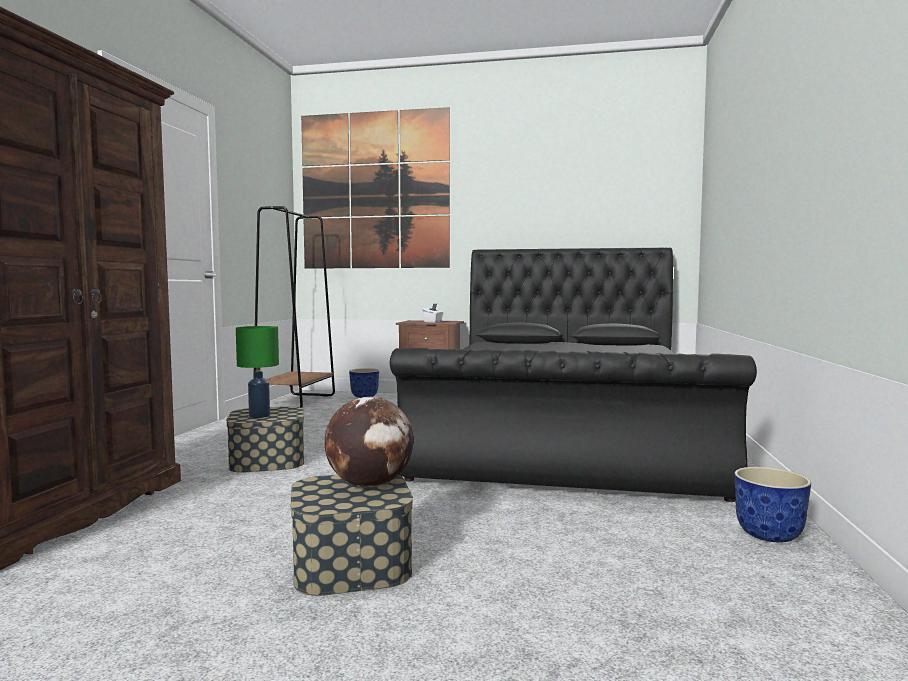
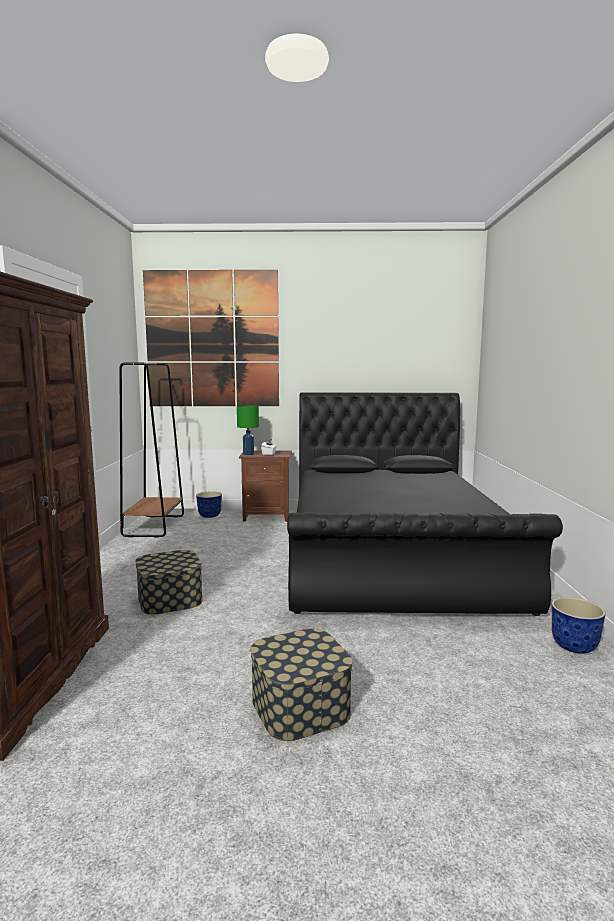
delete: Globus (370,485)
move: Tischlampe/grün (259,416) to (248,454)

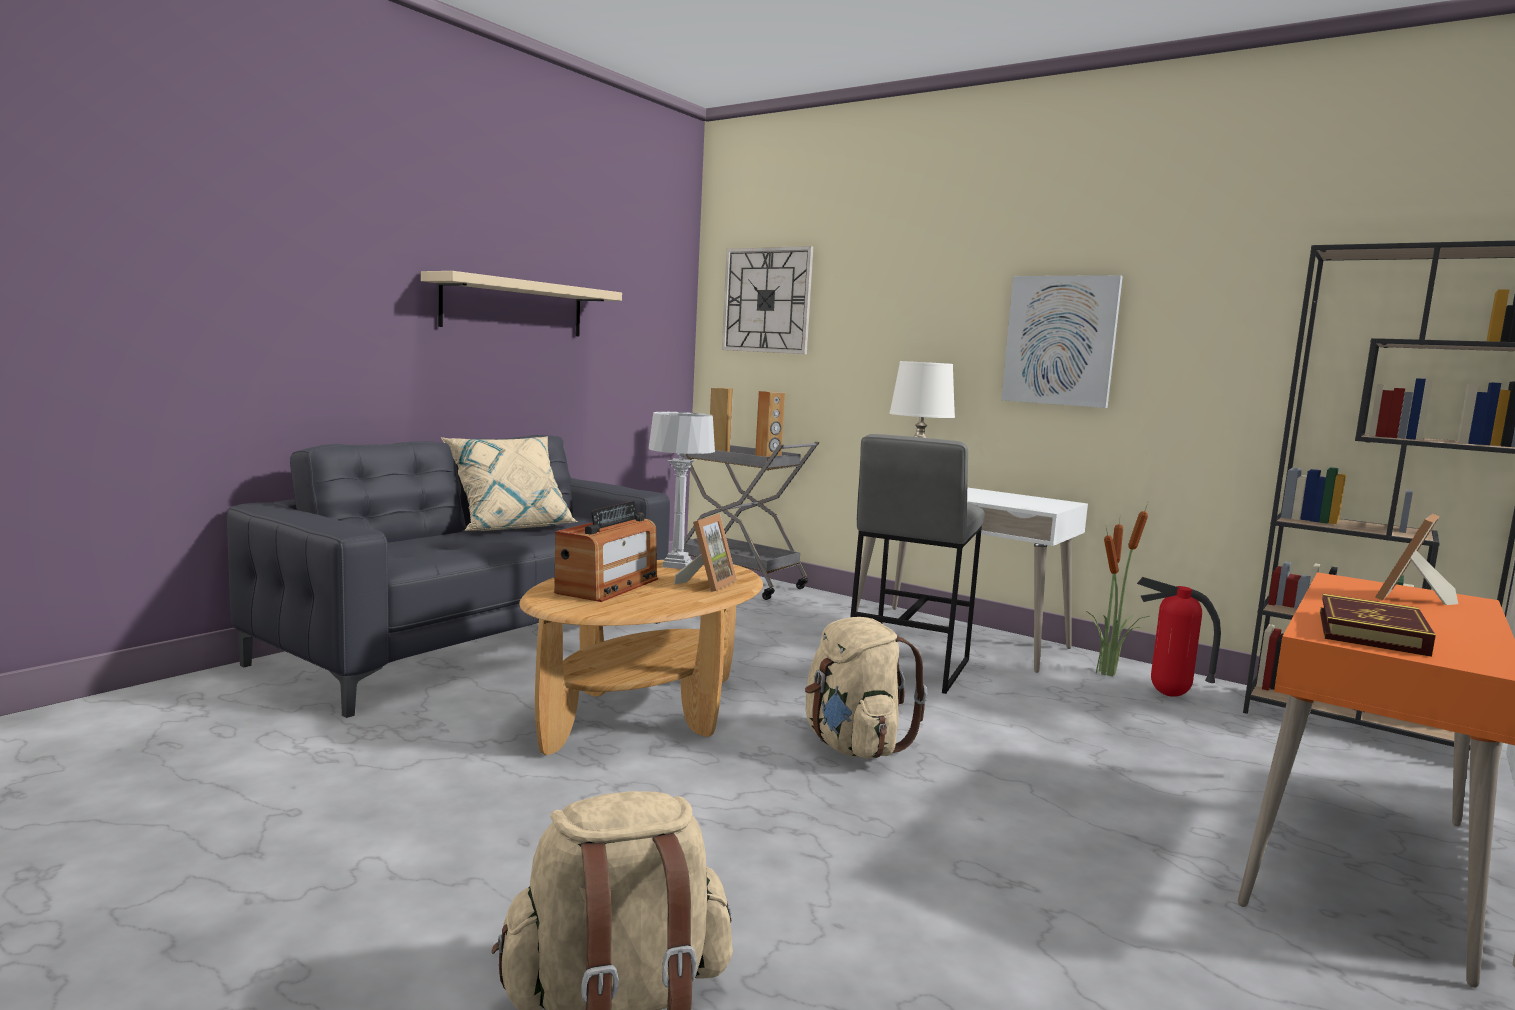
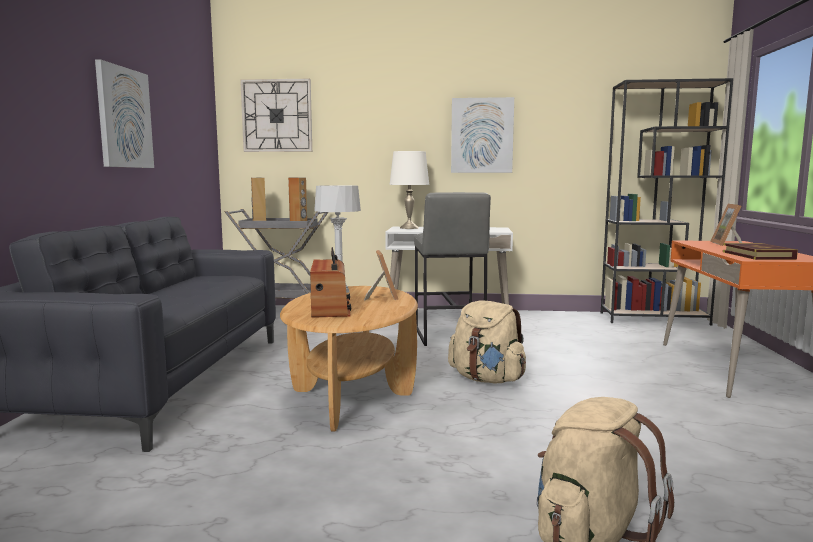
delete: Kissen/beige (510,527); Topfpflanze (1108,673); Feuerlöscher (1169,695)
replace: Wandregal/beige (513,307) to Bild (124,118)

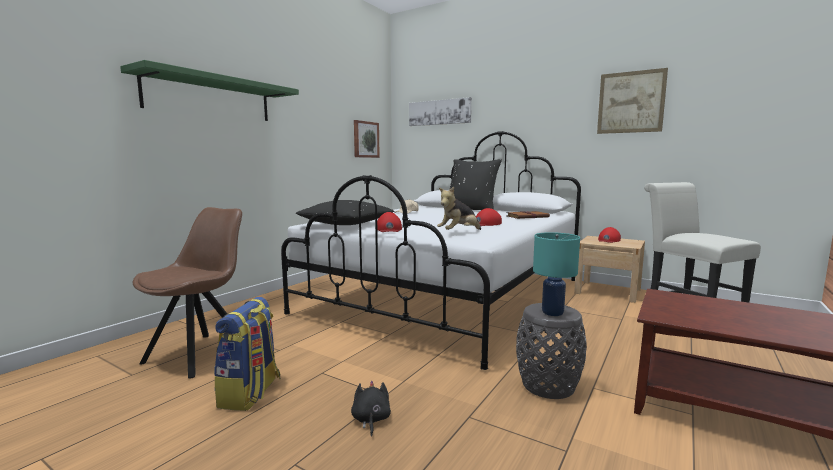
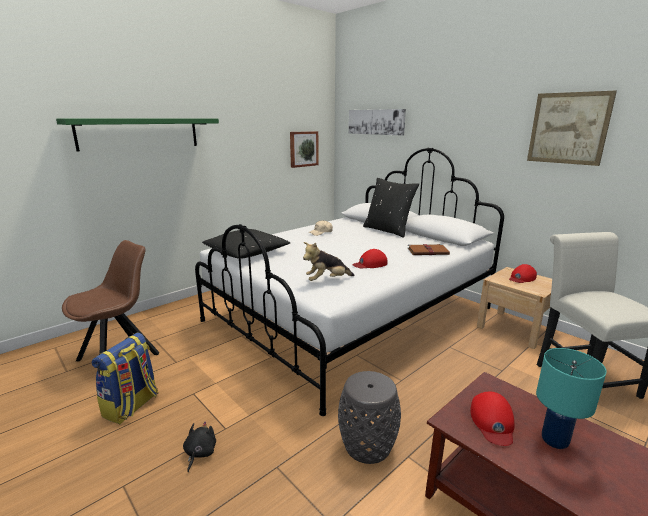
move: Kappe/rot (389,229) to (492,422); Tischlampe/türkis (551,312) to (553,440)

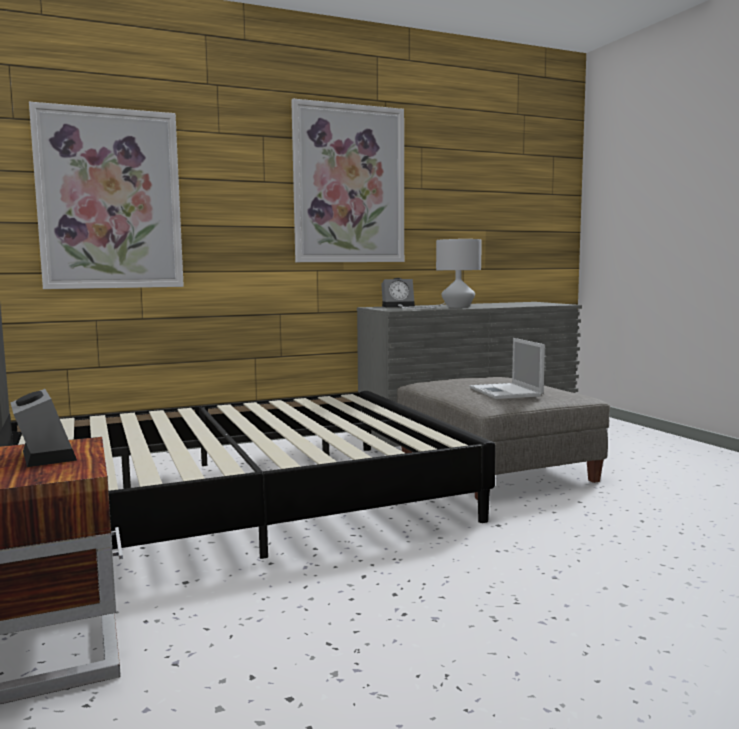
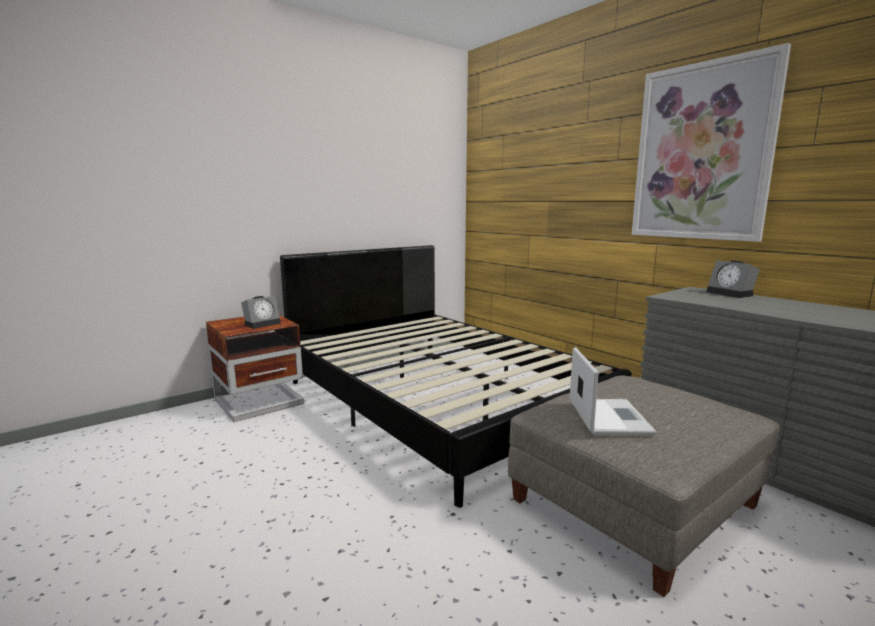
delete: Bild (110,200); Tischlampe/weiß (442,307)
rotate: Laptop (506,392) = (608,416) 120 degrees clockwise

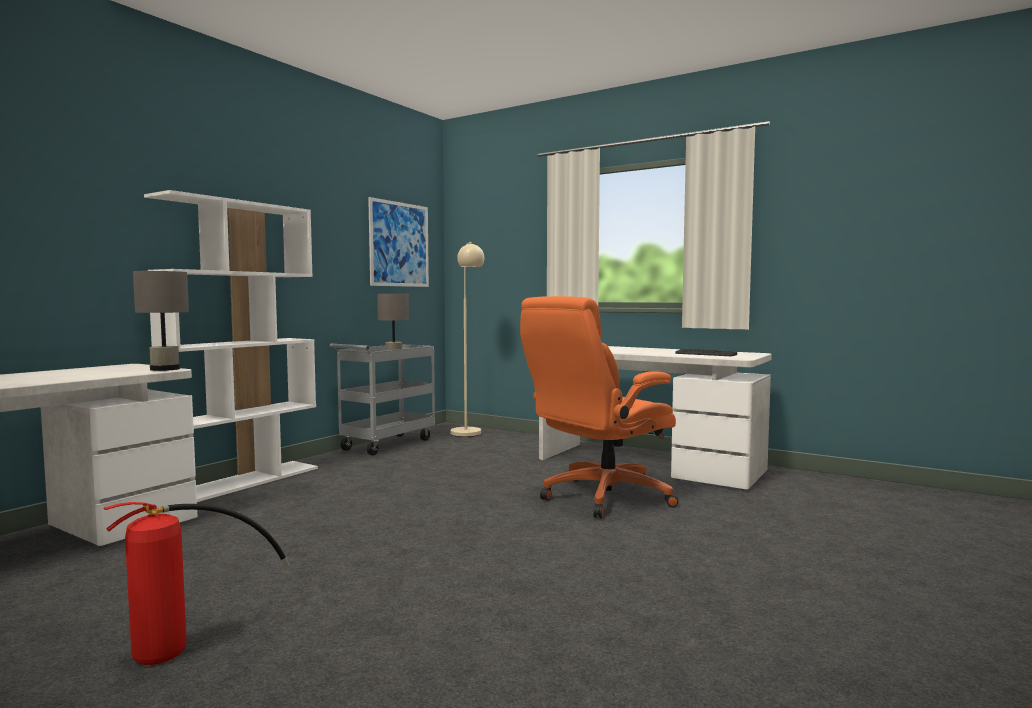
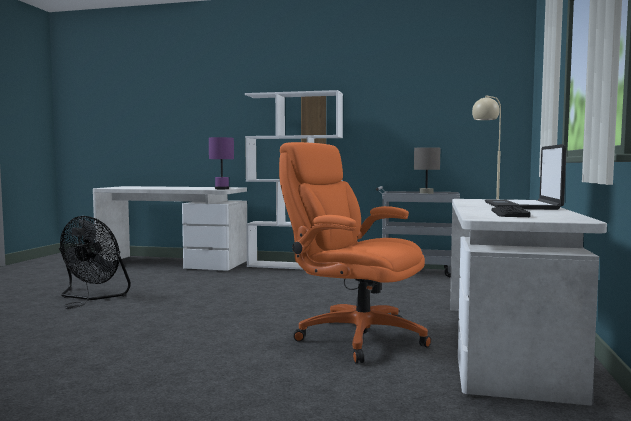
delete: Bild (399,244)
insert: Laptop (522,206)
replace: Feuerlöscher (190,642) to Ventilator/schwarz (87,296)
recolor: Tischlampe/grau (164,369) to Tischlampe/lila (222,189)

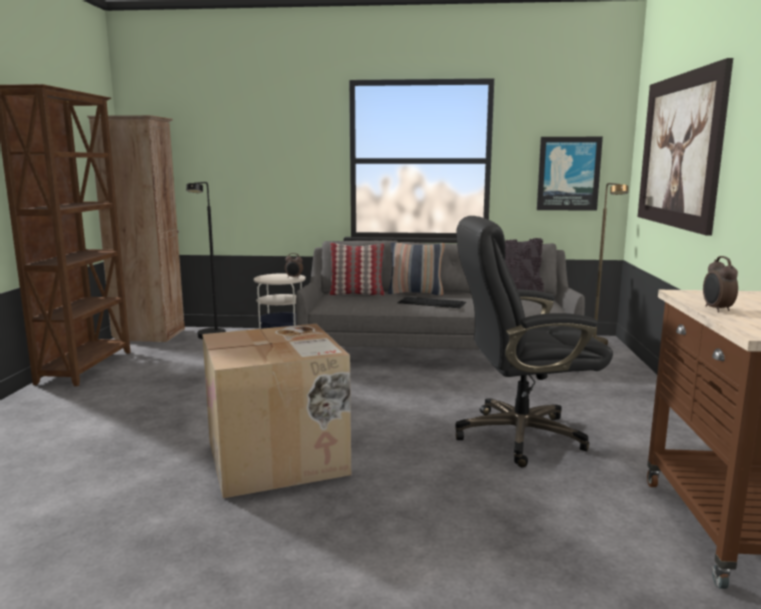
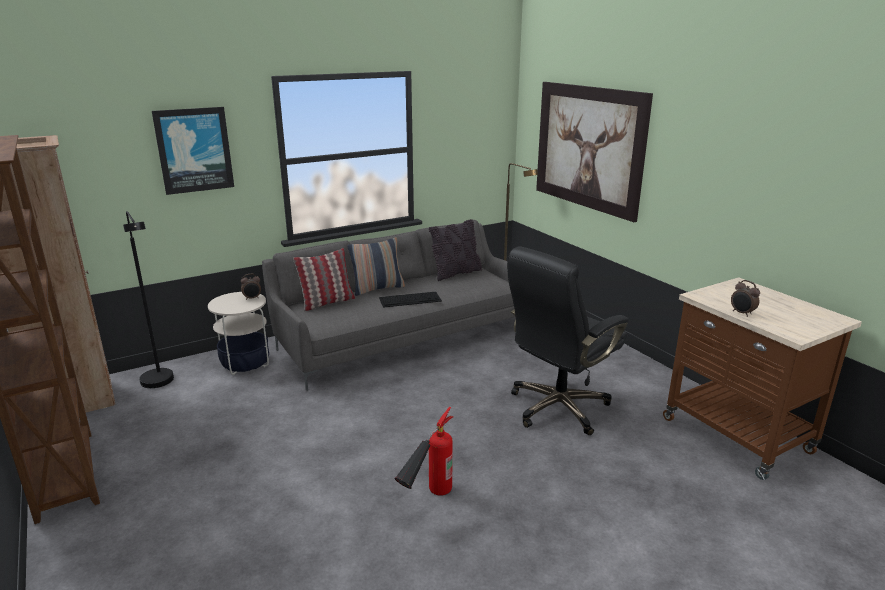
move: Bild (568,173) to (194,150)
replace: Karton (279,458) to Feuerlöscher (427,500)

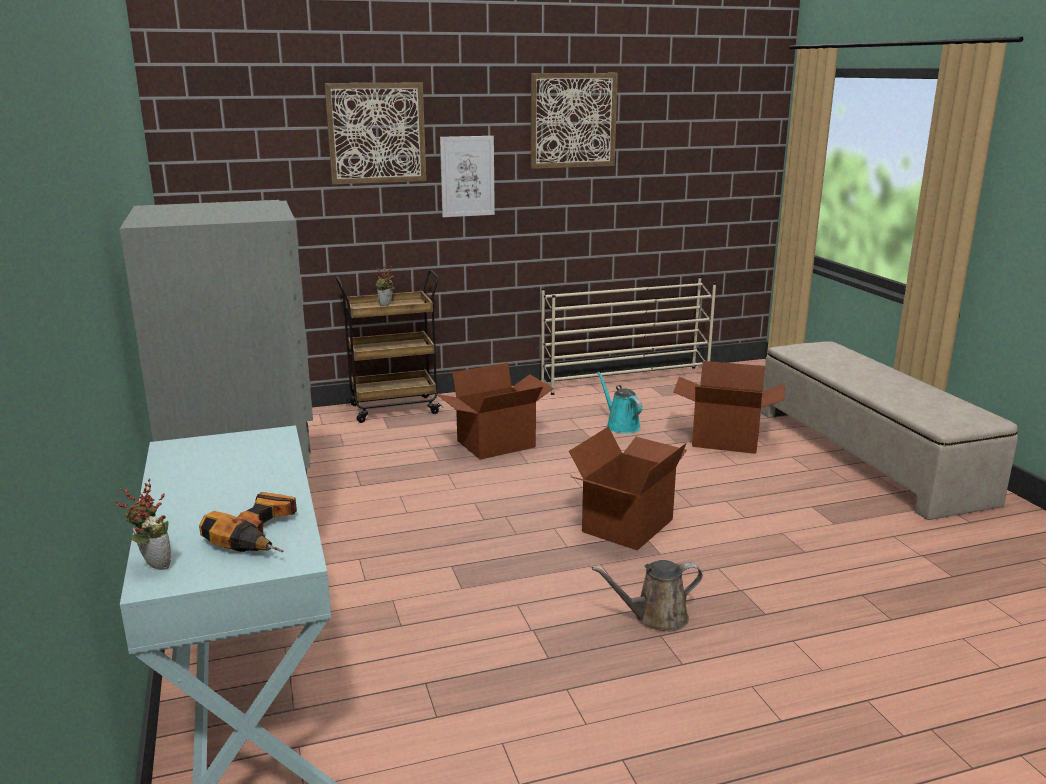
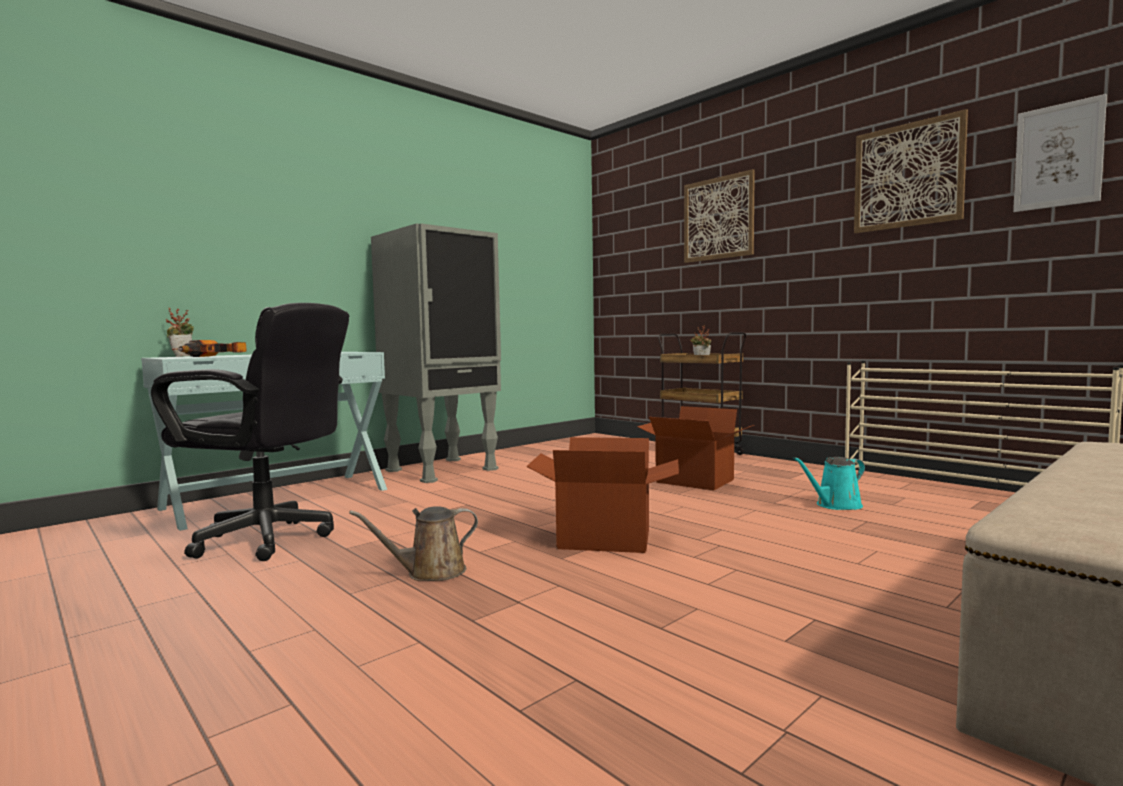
delete: Karton (725,441)
insert: Bürostuhl/schwarz (271,541)
move: Bild (467,176) to (1058,156)
rotate: Gießkanne/braun (655,617) = (430,572) 75 degrees counterclockwise; Gießkanne/türkis (621,425) = (835,505) 150 degrees counterclockwise

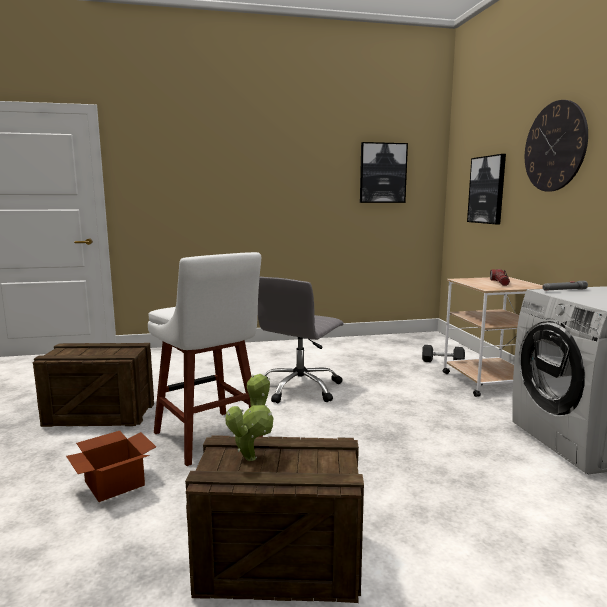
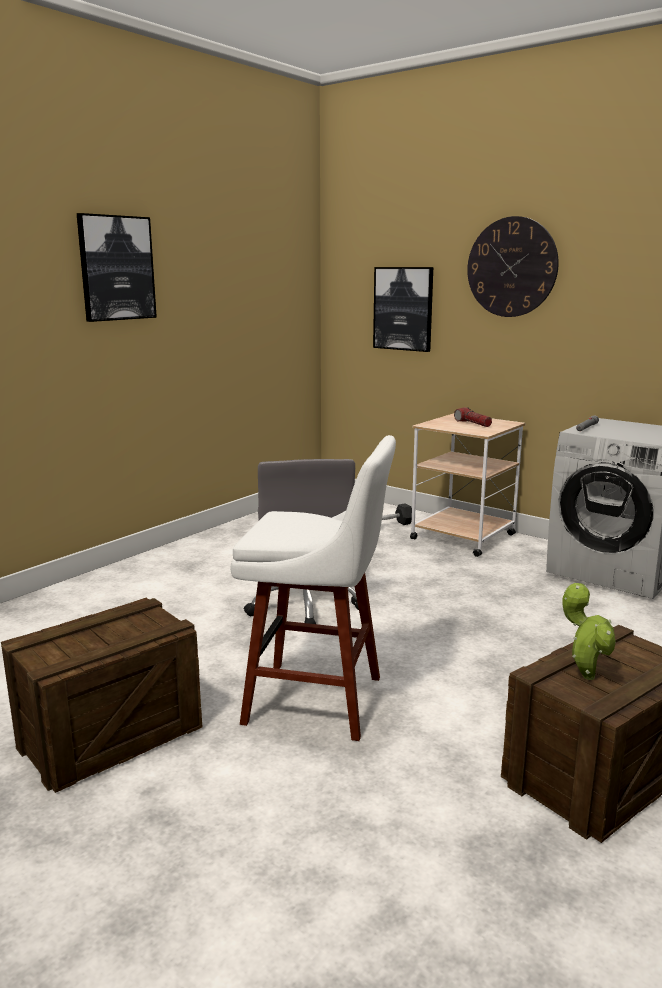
delete: Karton (115,482)
move: Bild (382,173) to (116,268)

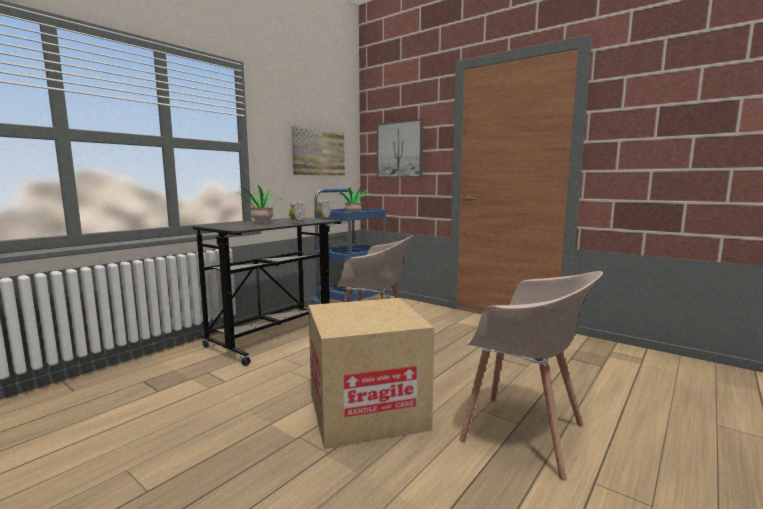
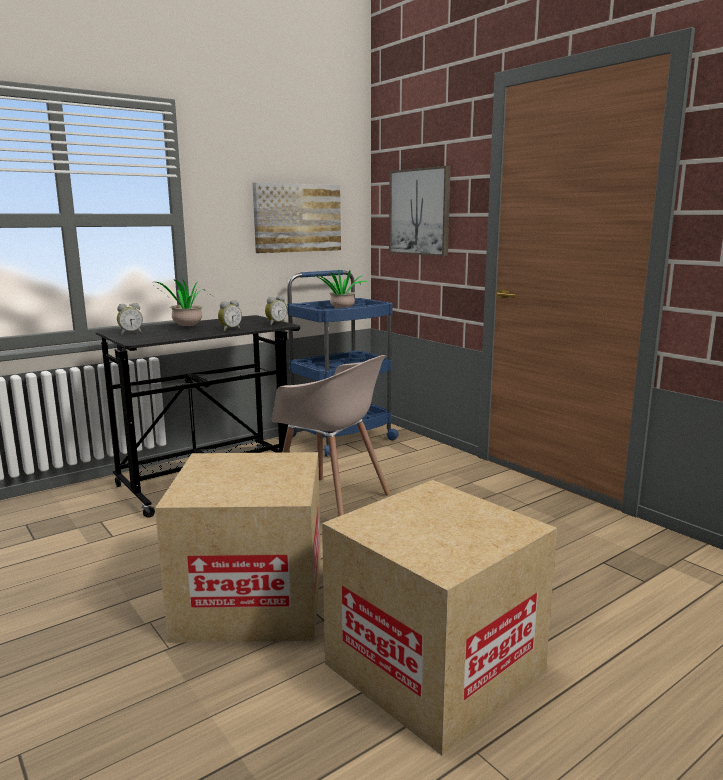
insert: Wecker (130,333)
replace: Stuhl/beige (524,434) to Karton (434,667)

